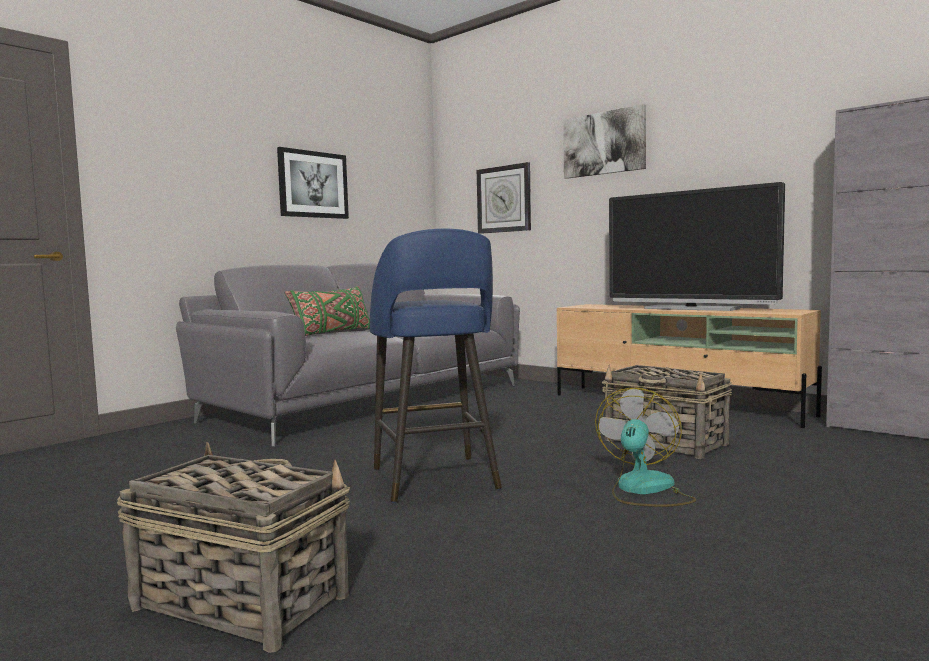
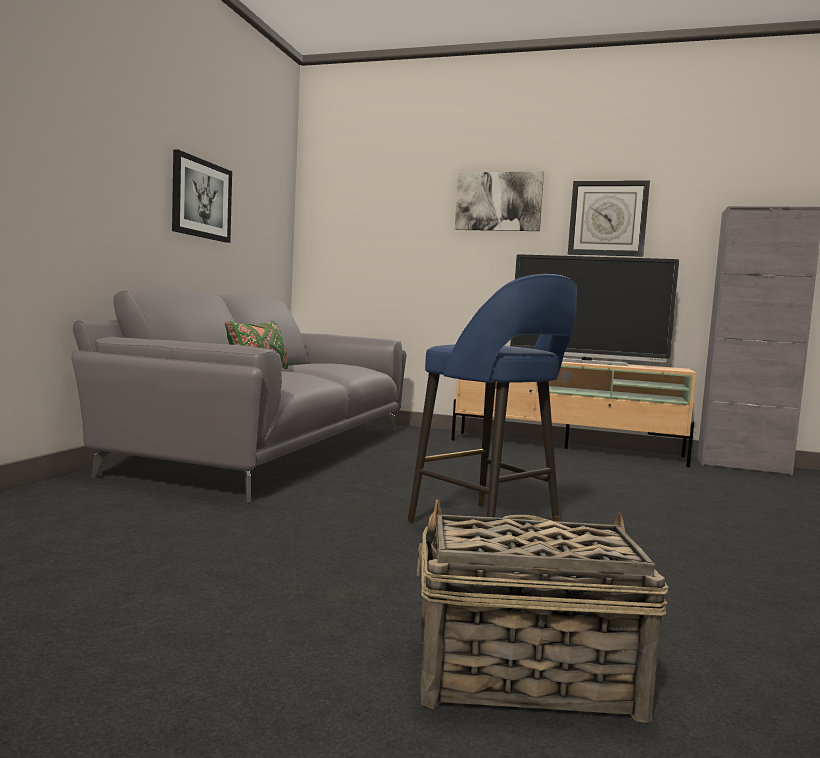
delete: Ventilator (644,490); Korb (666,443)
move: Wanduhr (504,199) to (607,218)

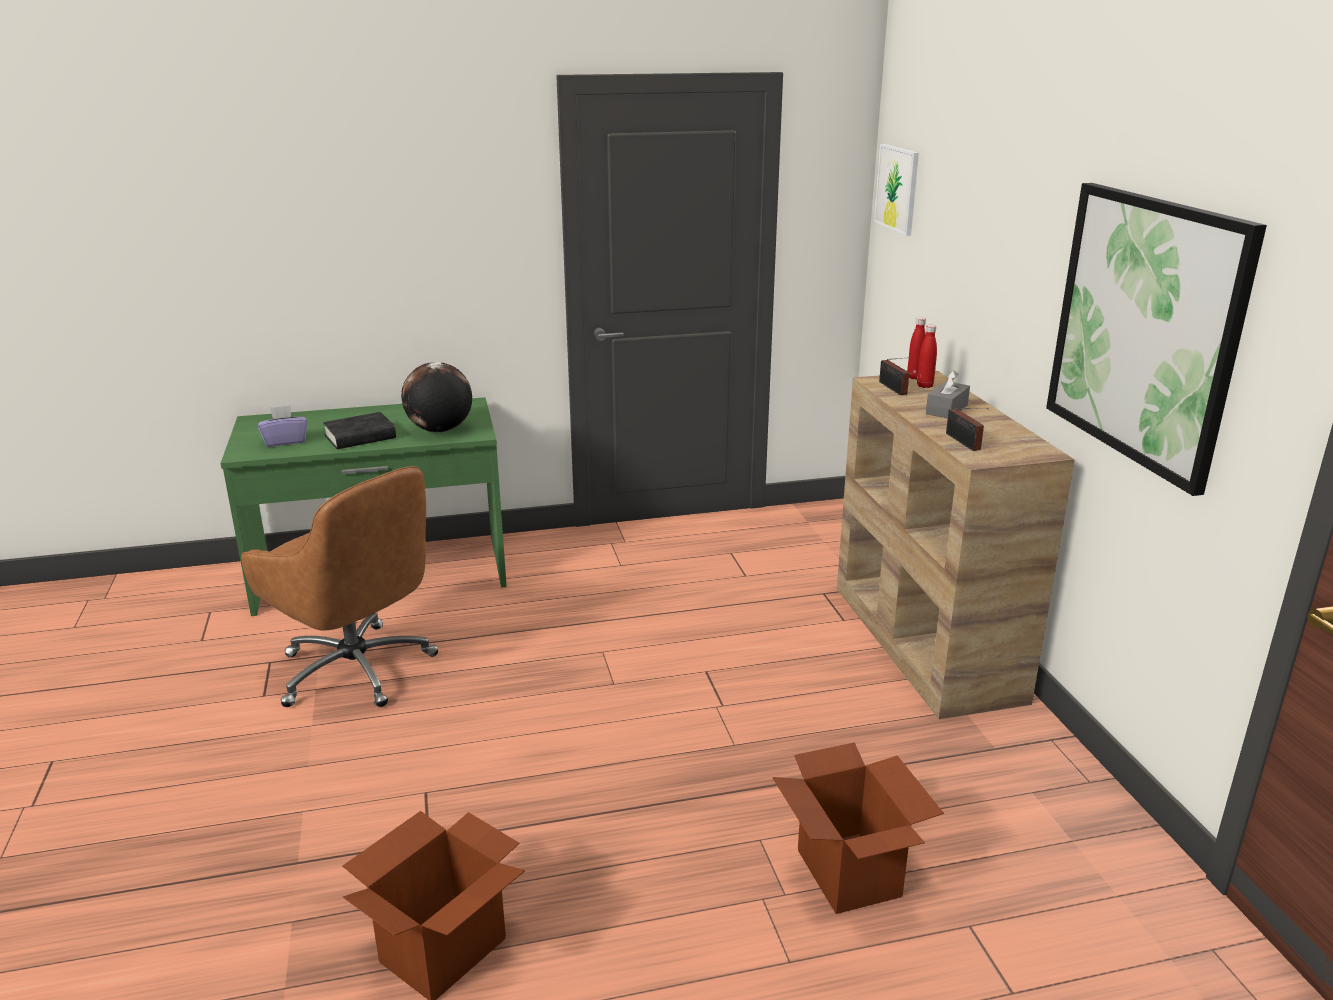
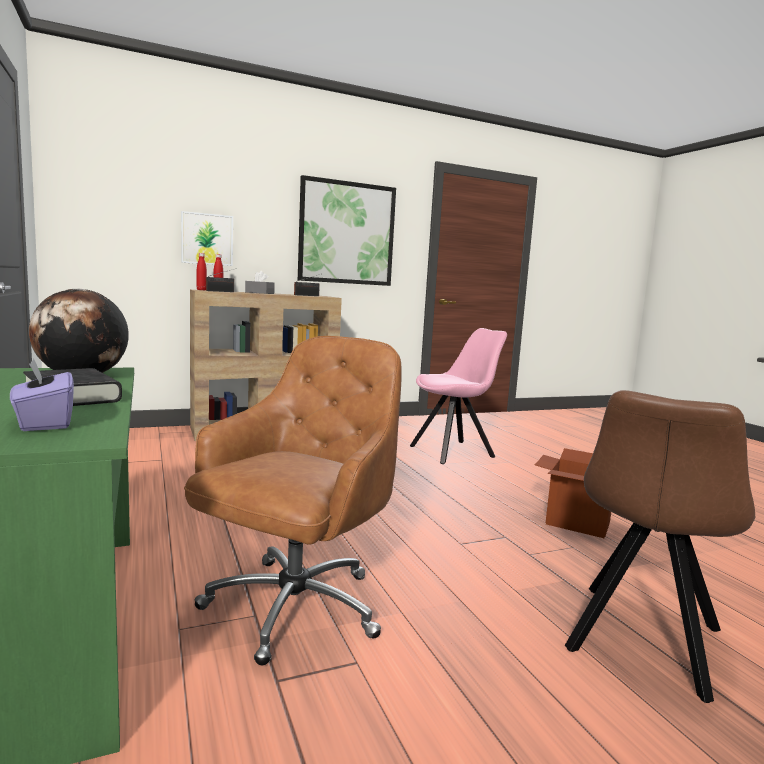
insert: Stuhl/braun (642,639)
move: Bild (897,188) to (207,239)
replace: Karton (849,873) to Stuhl/rosa (452,452)

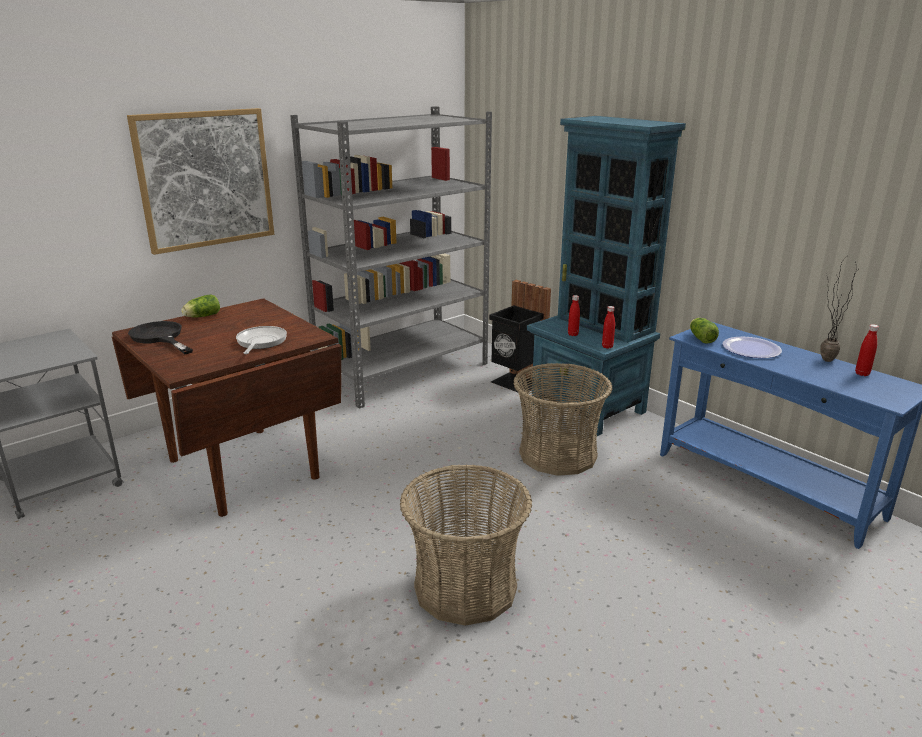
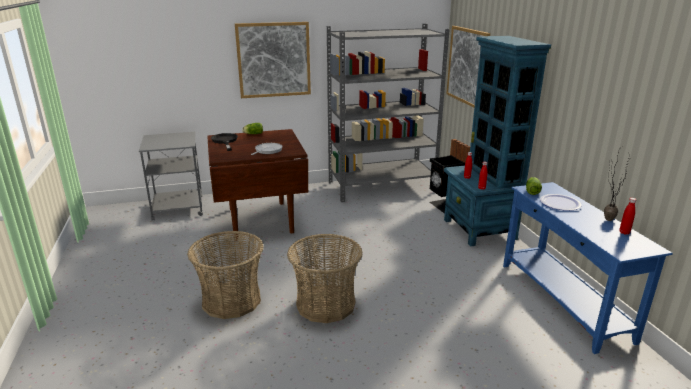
insert: Bild (467,66)
move: Korb (557,454) to (231,300)

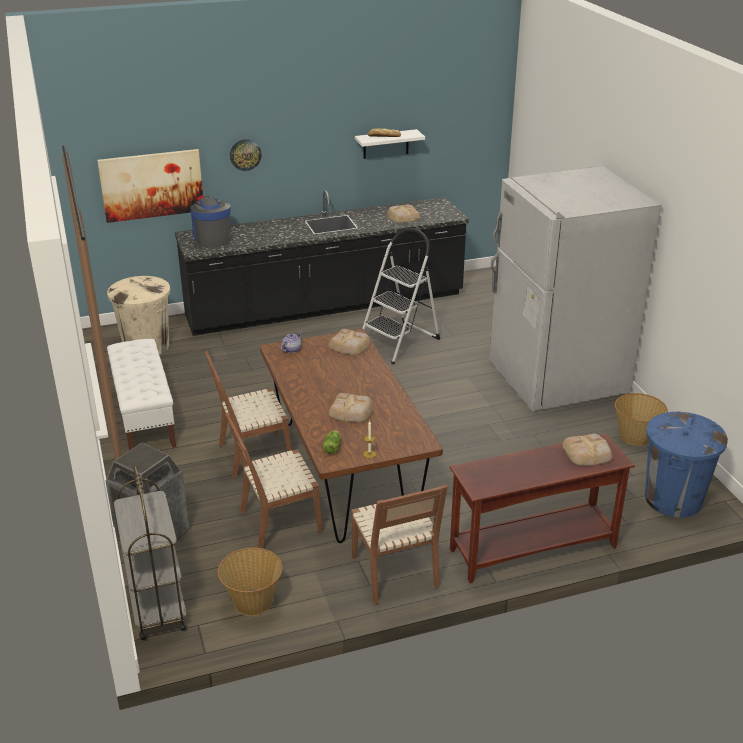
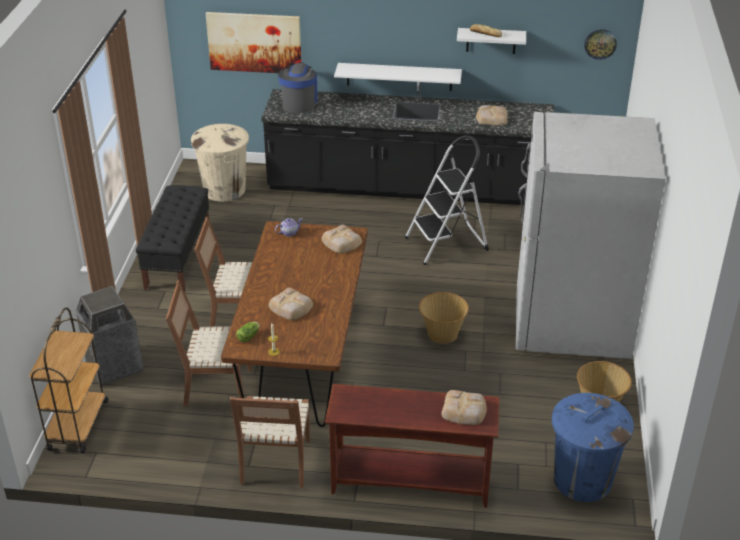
insert: Wandregal/weiß (399,76)
move: Korb (252,602) to (442,334); Wanduhr (245,154) to (600,44)
recolor: Bank/weiß (144,417) to Bank/schwarz (178,257); Rollwagen/grau (156,606) to Rollwagen/braun (77,426)

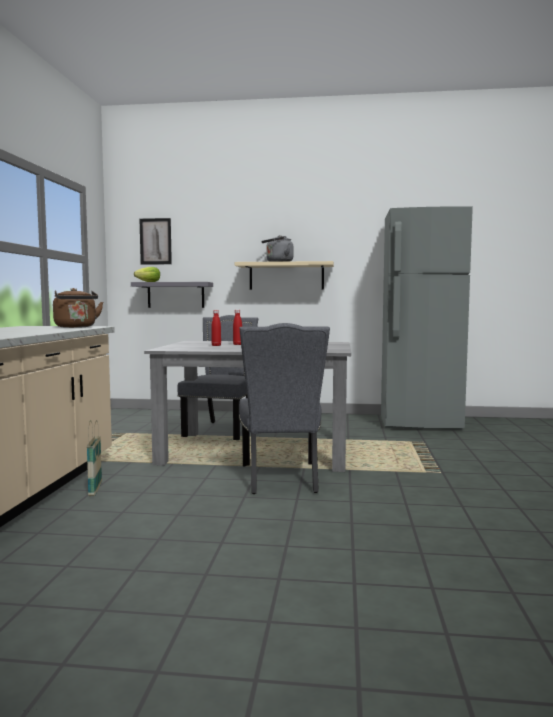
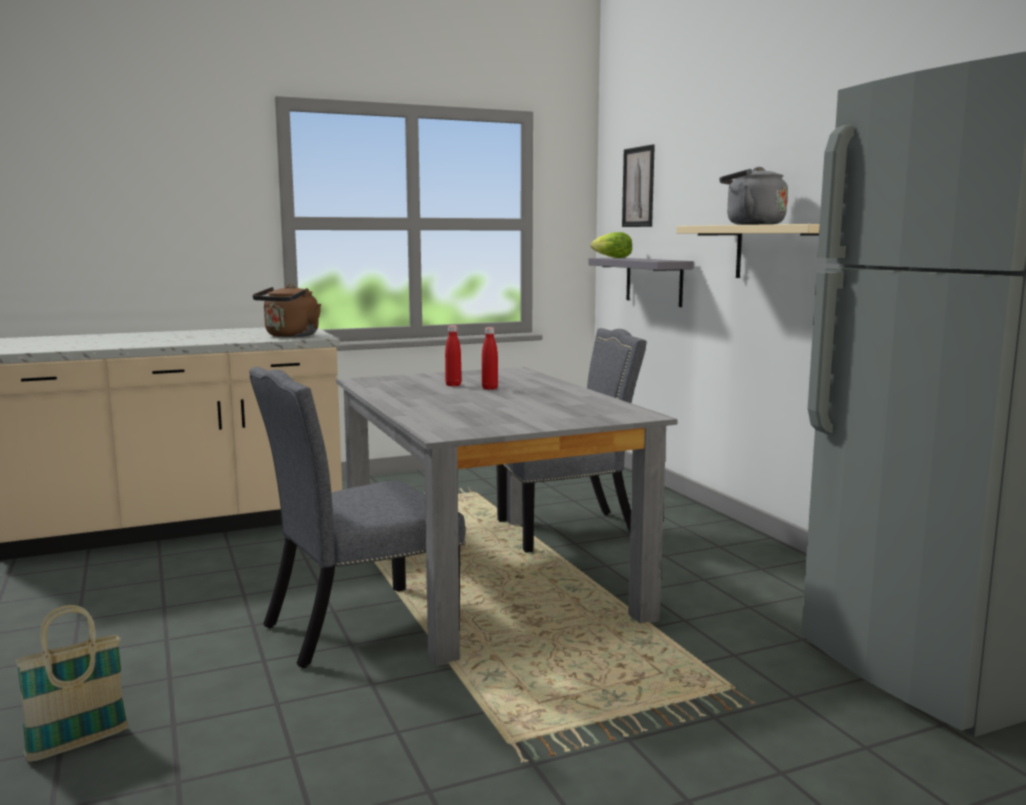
move: Korb (95,489) to (78,744)

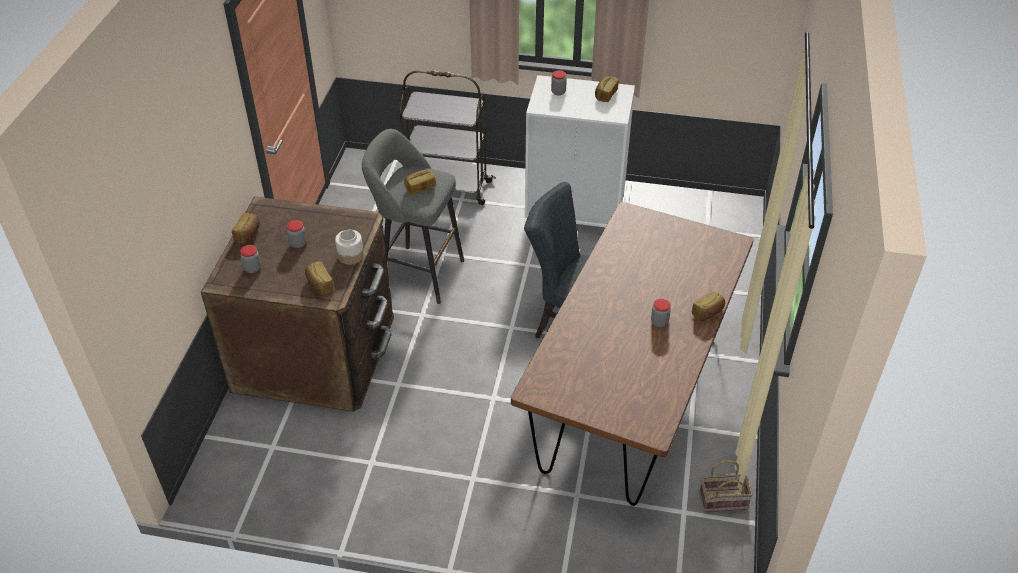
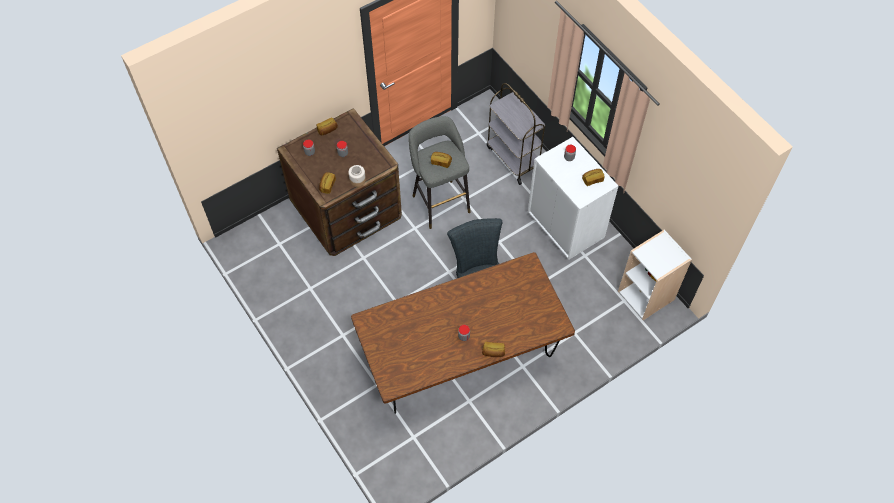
delete: Korb (724,500)
insert: Bücherregal (646,296)

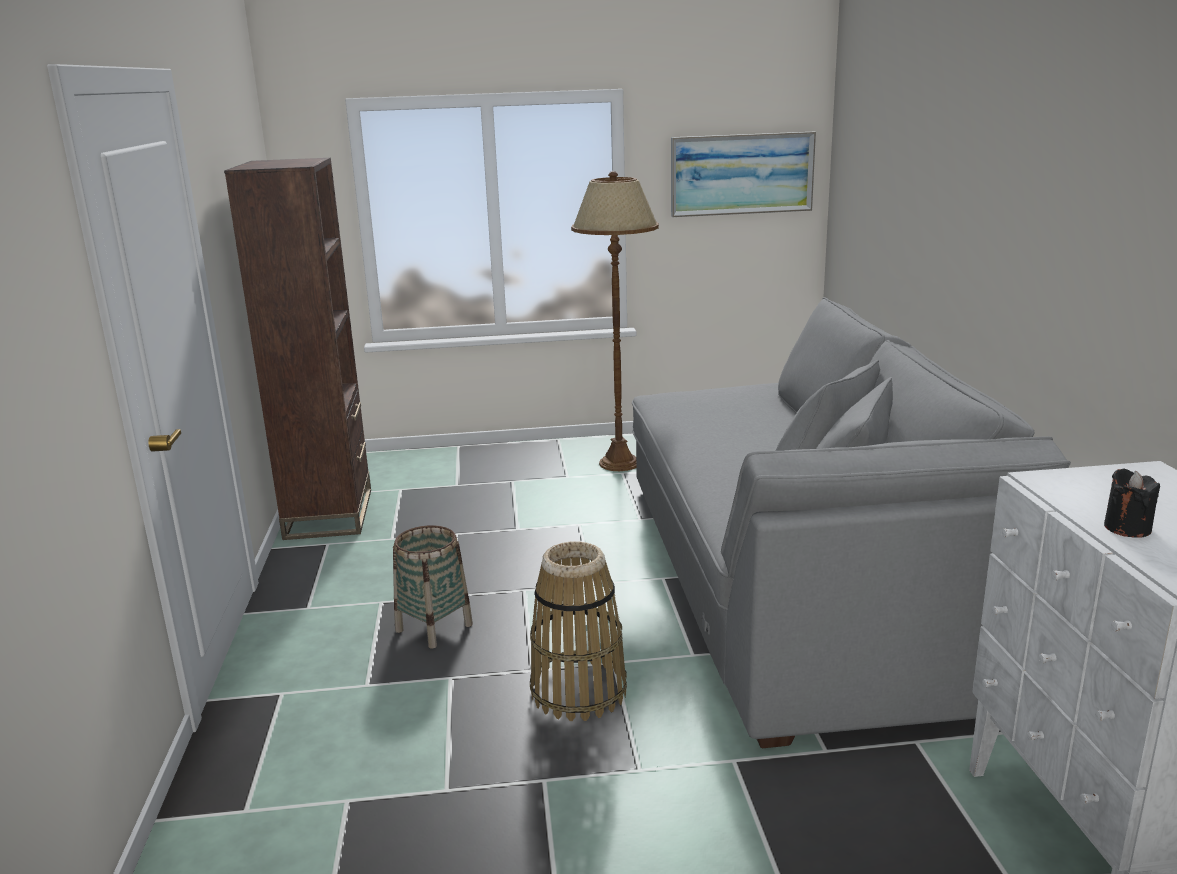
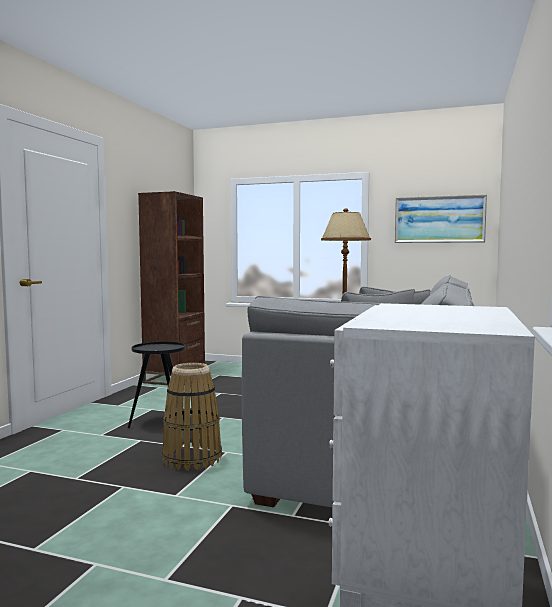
delete: Kerze/schwarz (1127,528)
replace: Korb (433,628) to Beistelltisch/schwarz (160,422)

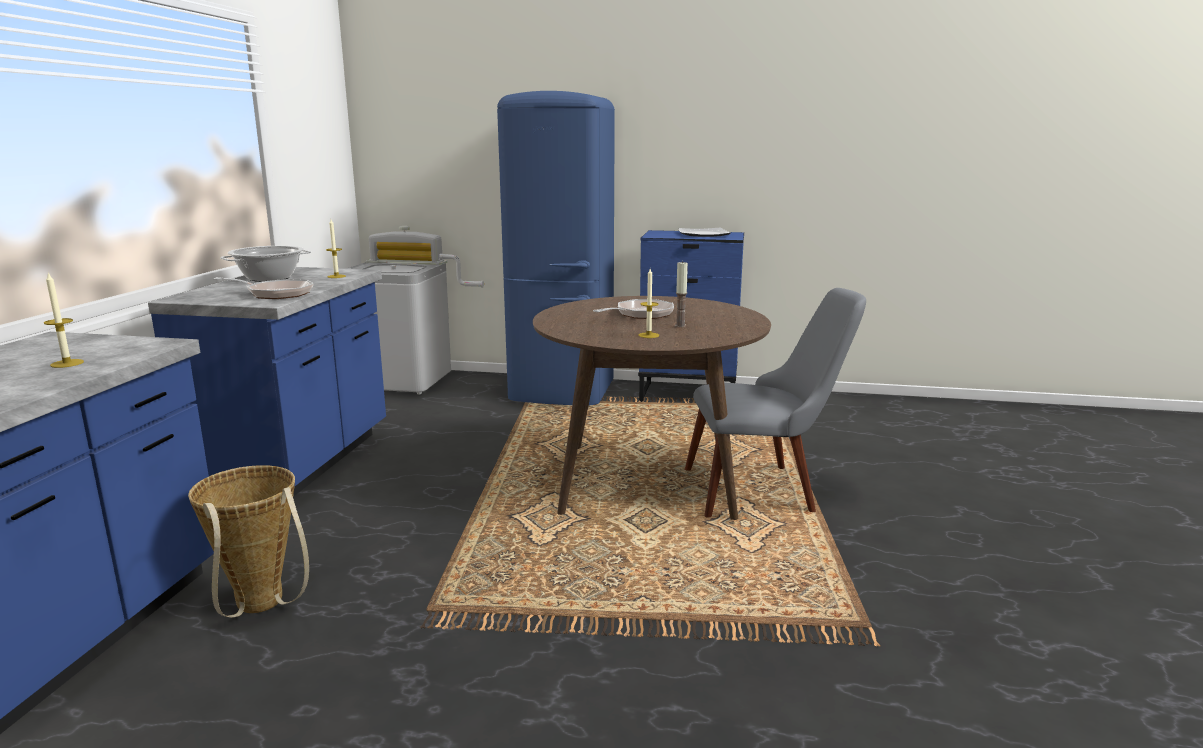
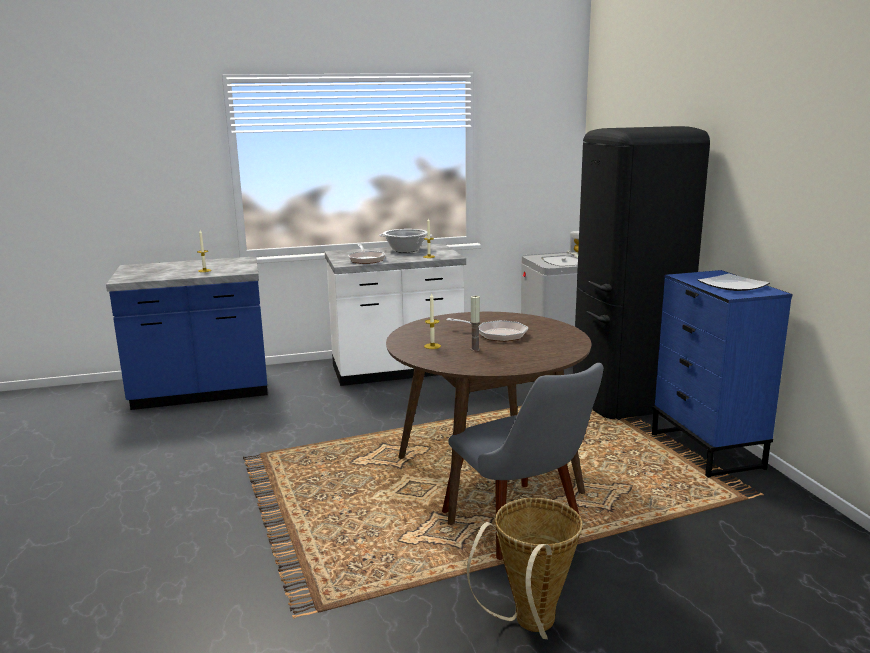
move: Korb (261,608) to (530,626)
recolor: Küchenzeile/blau (299,465) to Küchenzeile/weiß (397,371); Kühlschrank/blau (562,392) to Kühlschrank/schwarz (623,401)

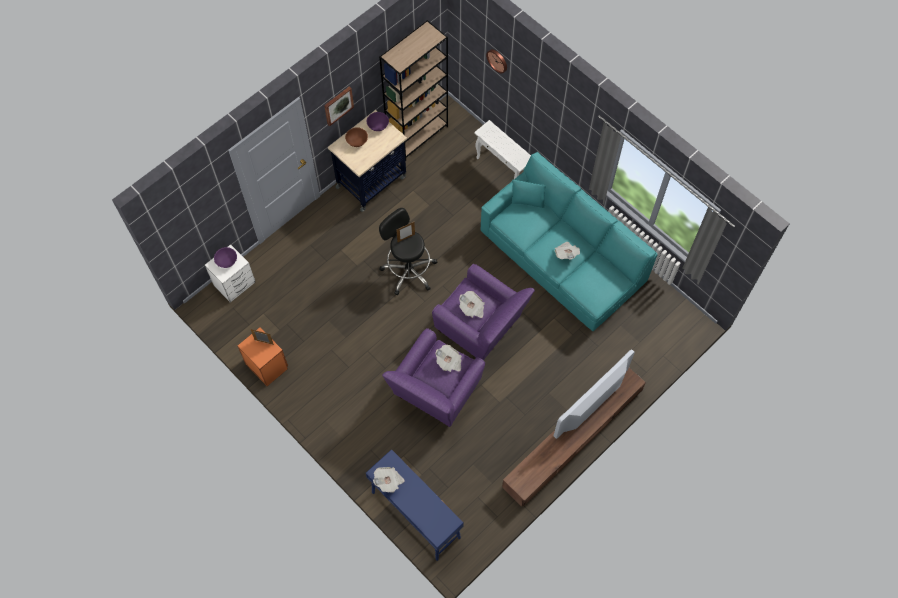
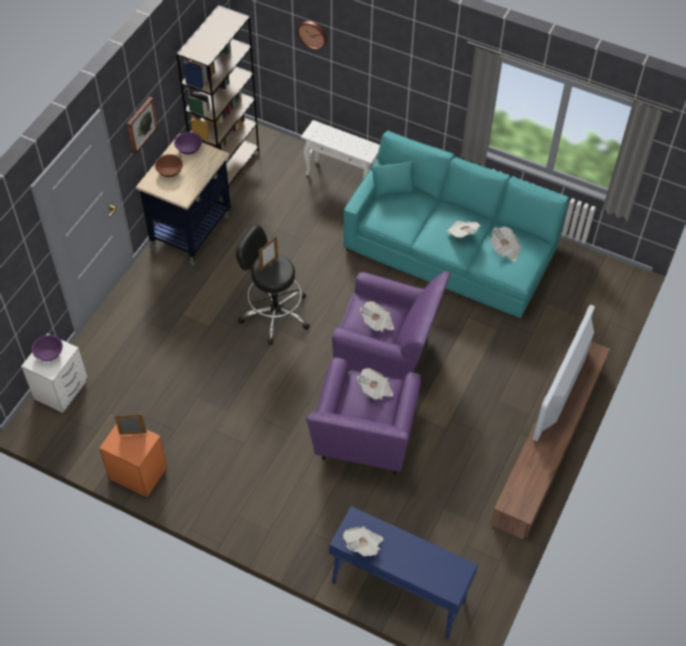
insert: Zeitung (505,249)

